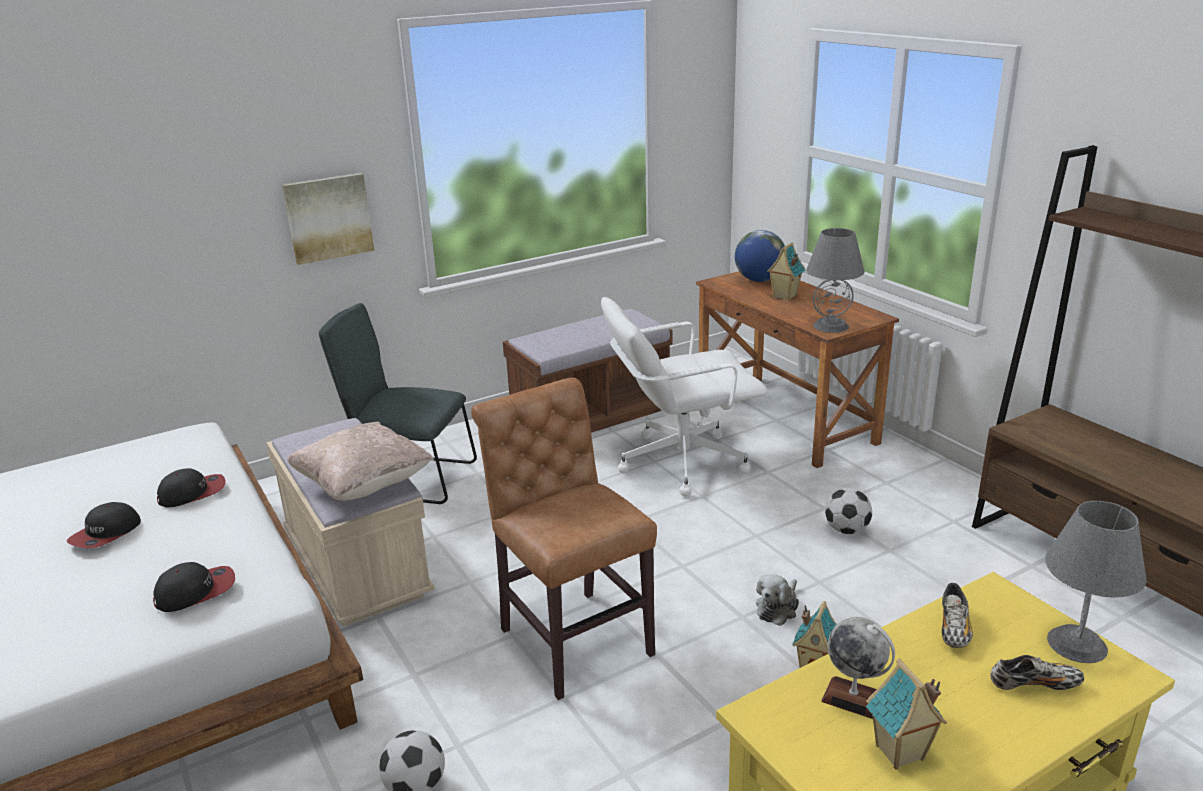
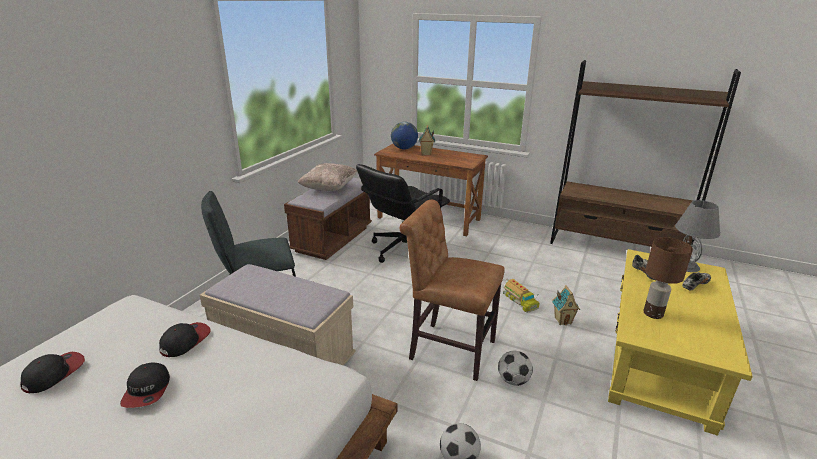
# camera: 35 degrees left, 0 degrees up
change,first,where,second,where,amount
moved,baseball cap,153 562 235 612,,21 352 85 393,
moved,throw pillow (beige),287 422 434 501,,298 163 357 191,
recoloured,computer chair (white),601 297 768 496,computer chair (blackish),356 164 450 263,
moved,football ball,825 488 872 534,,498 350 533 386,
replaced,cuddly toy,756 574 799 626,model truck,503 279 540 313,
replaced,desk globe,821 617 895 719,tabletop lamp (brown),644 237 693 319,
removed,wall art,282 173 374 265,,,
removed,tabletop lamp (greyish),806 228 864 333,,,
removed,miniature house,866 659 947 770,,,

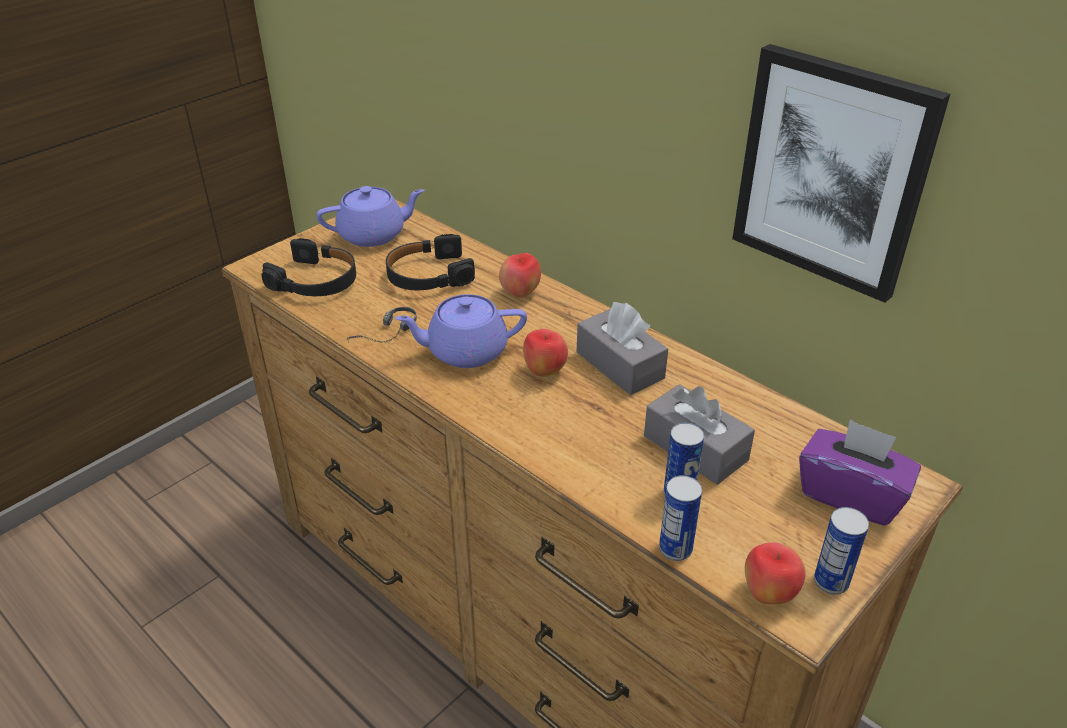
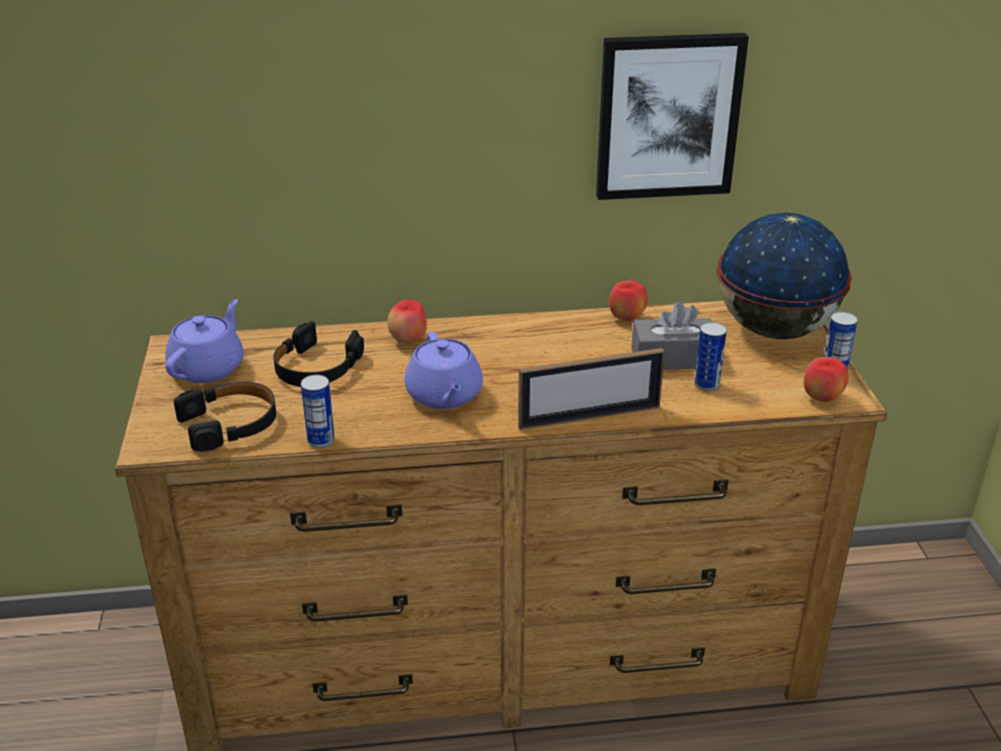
# camera: 50 degrees left, 5 degrees down
change,first,where,second,where,amount
moved,metal can,659 475 702 561,,301 375 335 448,
turned,pot for tea (purple-coloured),395 294 527 368,,405 332 483 409,45 degrees counterclockwise
added,,,standing frame,518 348 665 430,
moved,whole apple,523 329 568 377,,609 281 648 321,
replaced,tissue box (purple-coloured),799 419 921 526,desk globe,717 213 852 339,
removed,headphones,347 307 417 343,,,
removed,tissue box (greyish),577 302 668 395,,,

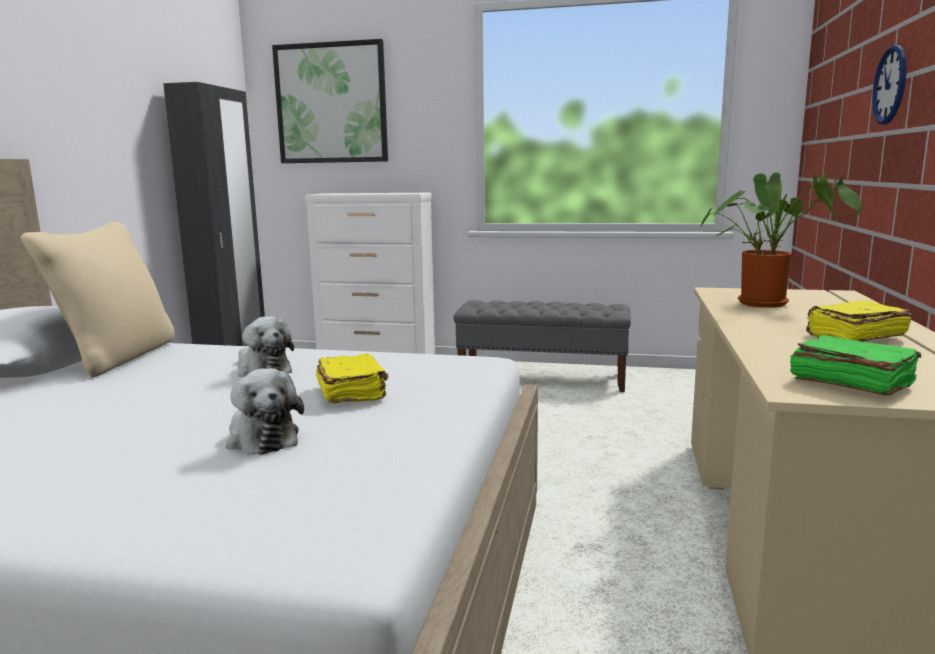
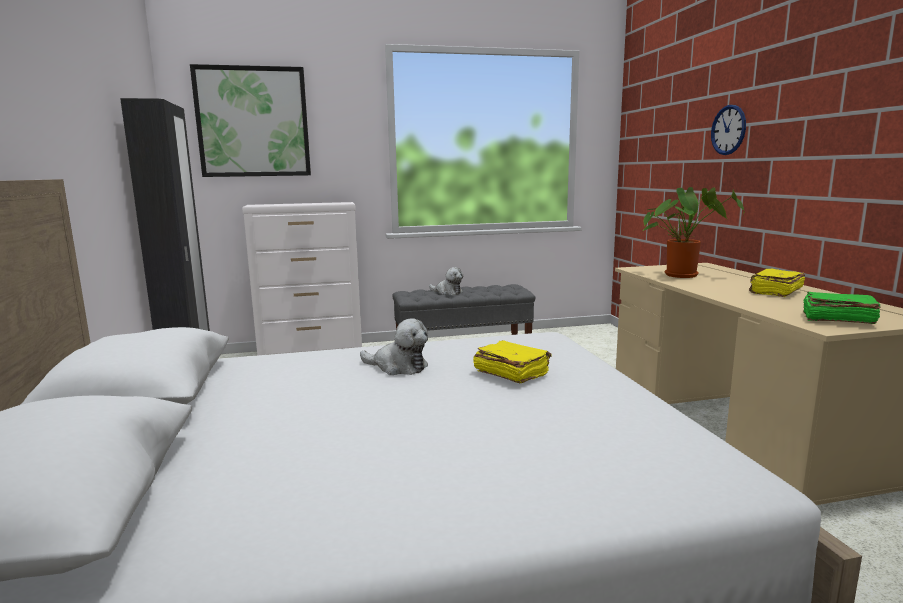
# camera: 25 degrees left, 0 degrees up
change,first,where,second,where,amount
moved,cuddly toy,226 368 304 455,,429 267 463 295,
removed,throw pillow (beige),21 222 174 377,,,

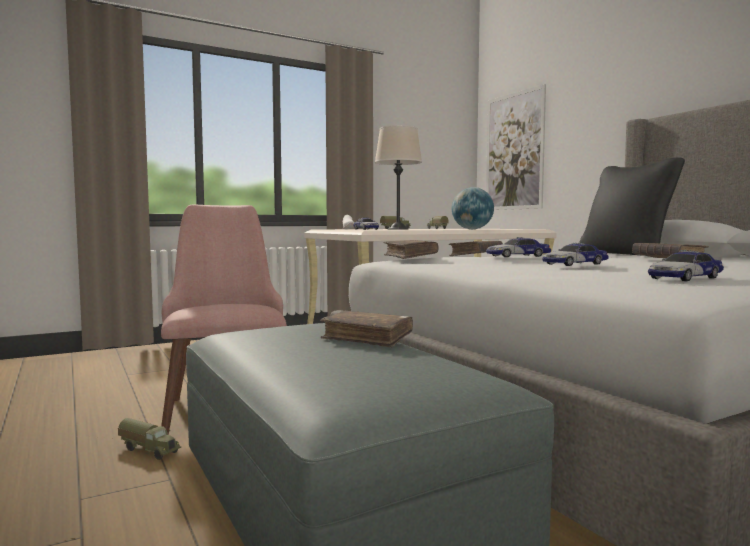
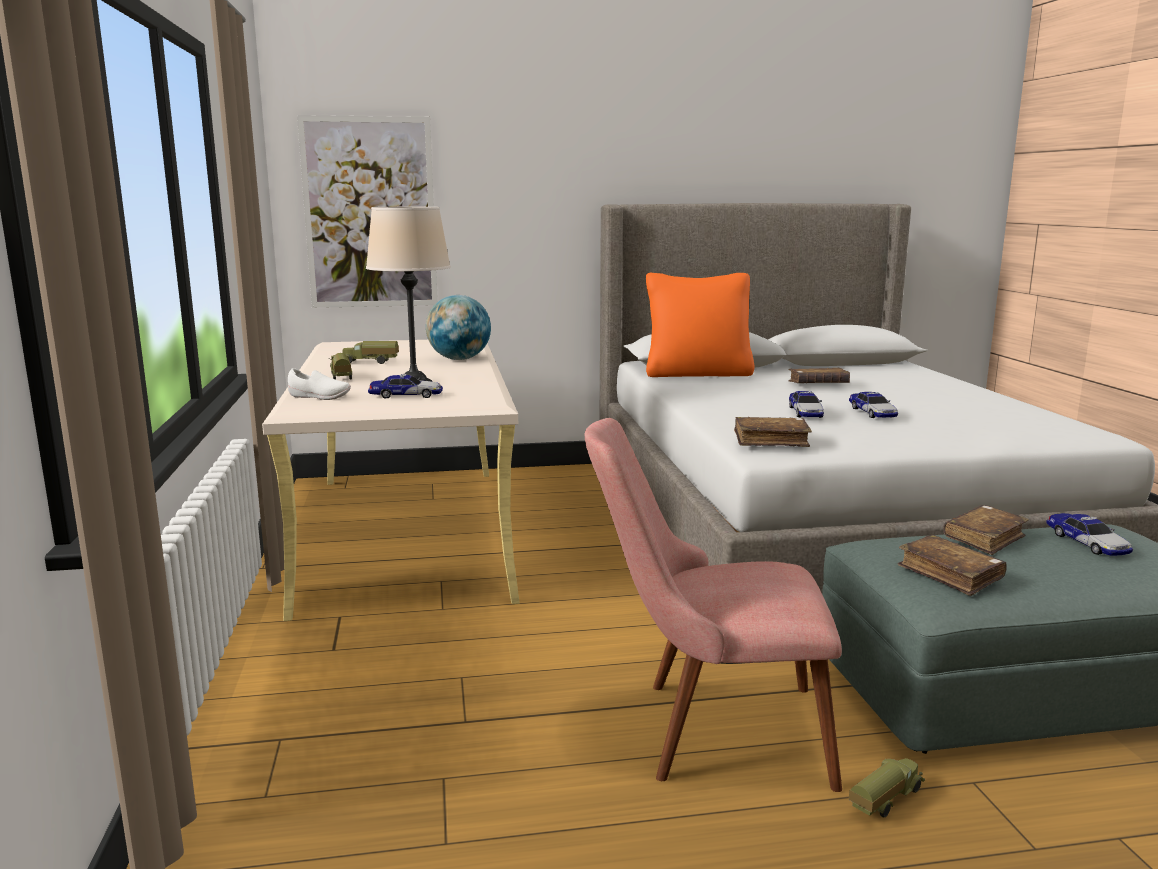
# camera: 70 degrees left, 10 degrees up
change,first,where,second,where,amount
recoloured,throw pillow (blackish),579 157 685 256,throw pillow (orange),646 273 755 377,
moved,volume (brown),449 241 503 256,,898 535 1007 596,
moved,miniature car,648 250 724 281,,1047 513 1133 555,

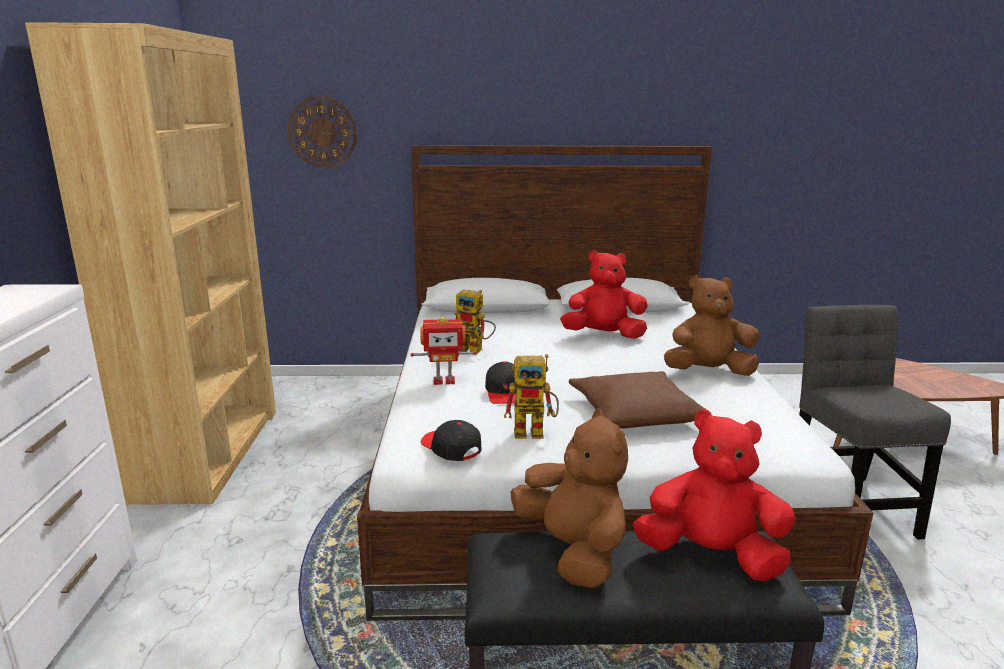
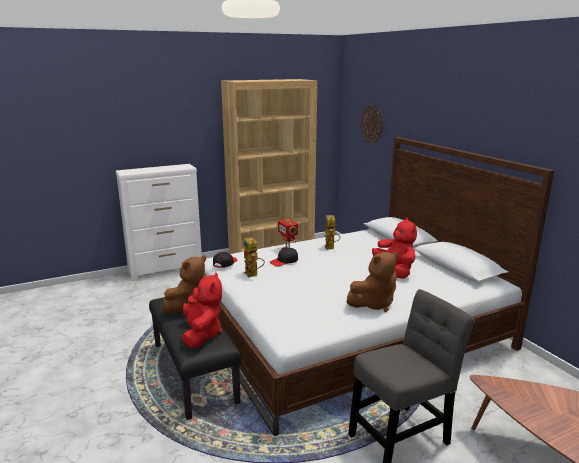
# camera: 65 degrees right, 0 degrees up
change,first,where,second,where,amount
turned,cuddly toy (brown),664 275 759 376,,347 252 399 312,90 degrees clockwise
removed,throw pillow (brown),569 371 711 429,,,

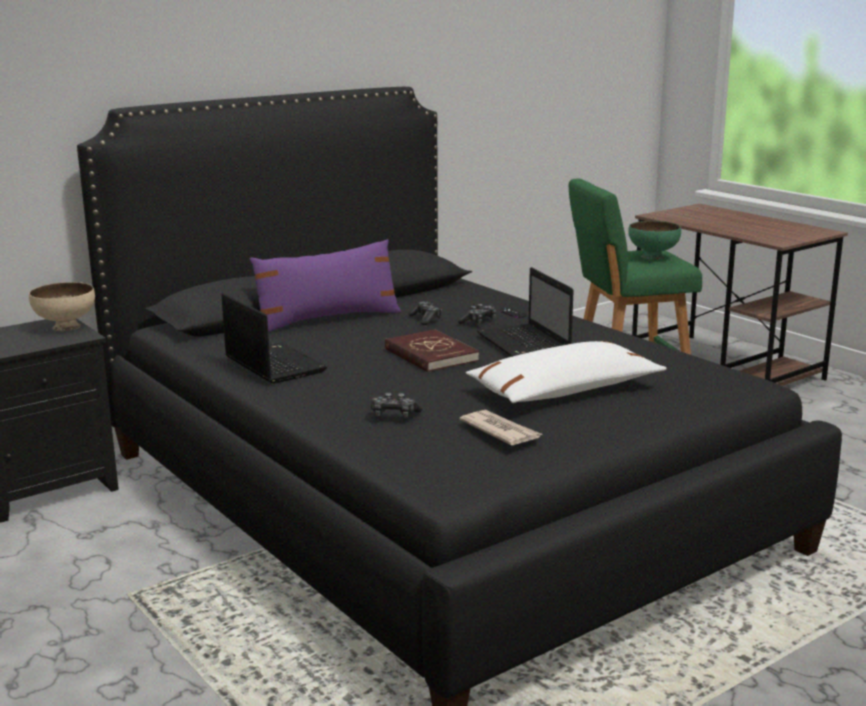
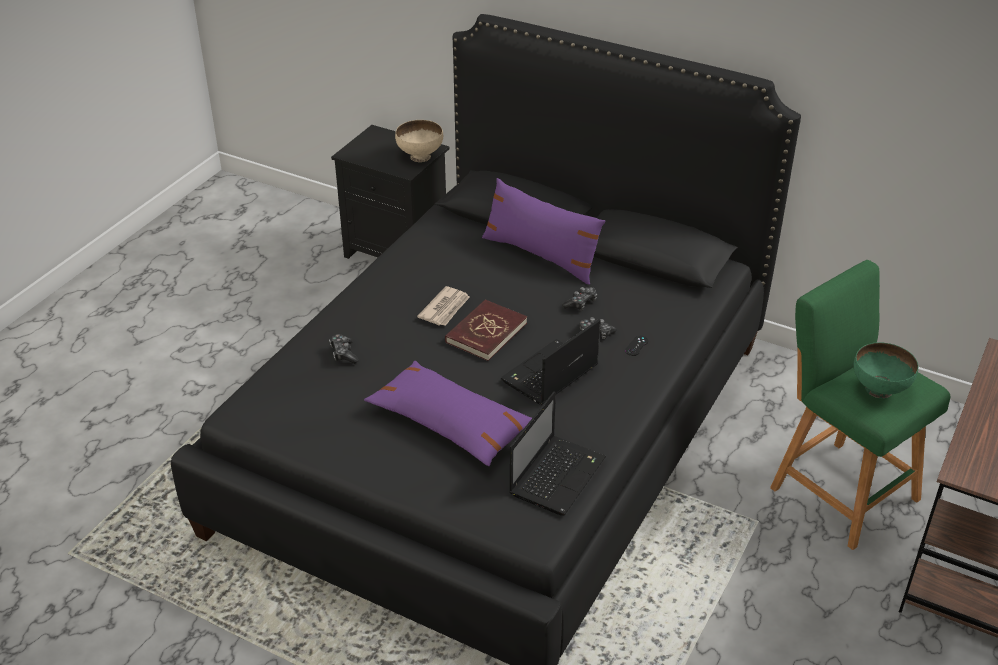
# camera: 65 degrees right, 20 degrees up
change,first,where,second,where,amount
recoloured,throw pillow (white),466 341 666 403,throw pillow (purple-coloured),364 361 532 466,
moved,newspaper,459 410 542 445,,417 286 470 326,
moved,notebook computer,221 293 327 384,,509 391 606 516,

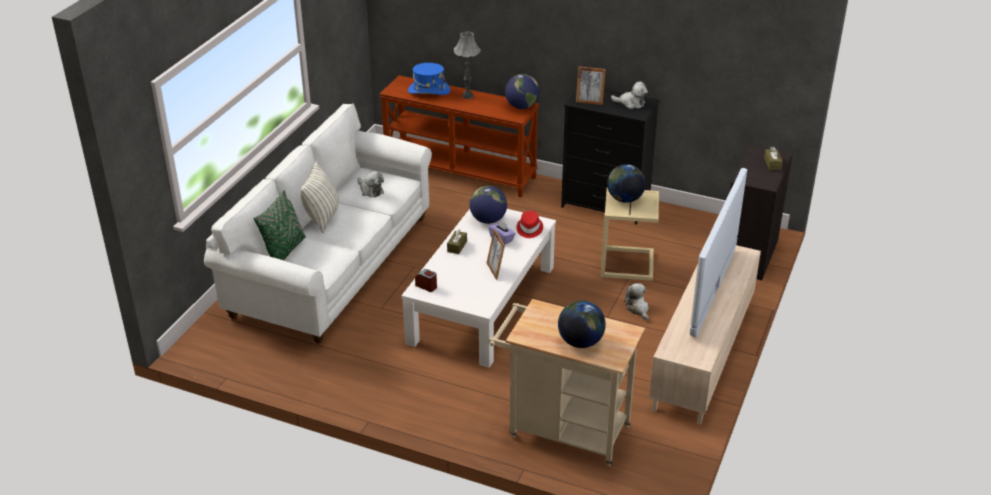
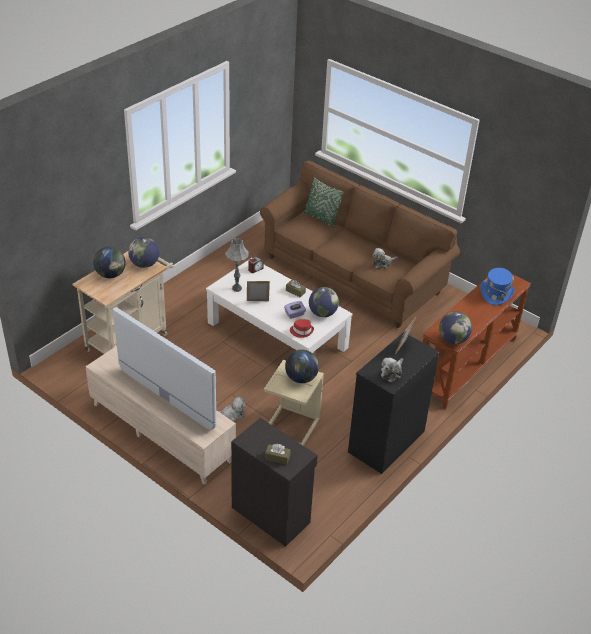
# camera: 105 degrees right, 5 degrees up
change,first,where,second,where,amount
added,,,desk globe,128 237 159 268,
moved,tabletop lamp (greyish),454 31 481 99,,225 238 249 292,
recoloured,couch (white),204 103 432 344,couch (brown),260 160 460 328,
removed,throw pillow,300 161 339 234,,,

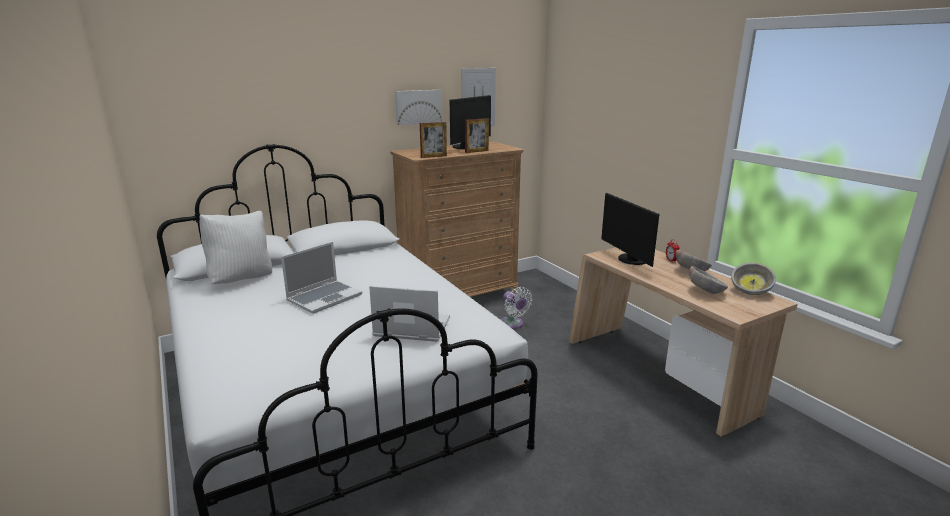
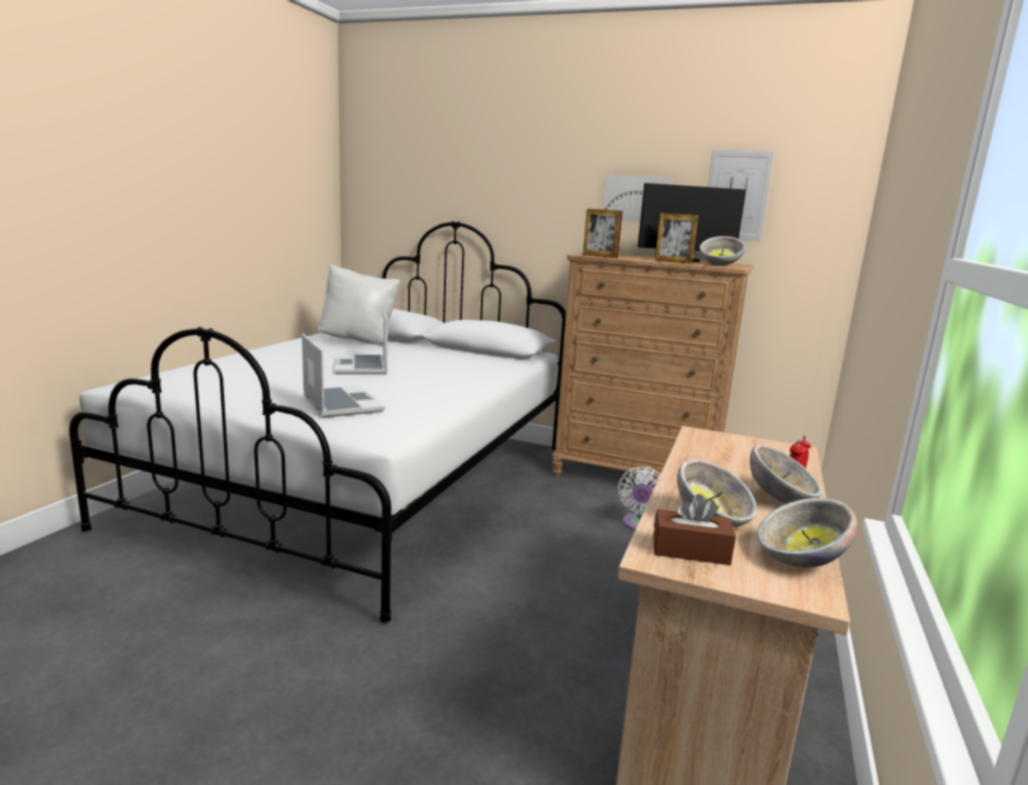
# camera: 50 degrees right, 5 degrees down
change,first,where,second,where,amount
turned,notebook computer,281 242 362 314,,335 310 388 374,75 degrees clockwise
added,,,tissue box (brown),653 494 736 565,
added,,,bowl,700 236 745 266,
removed,computer screen,601 193 659 267,,,

